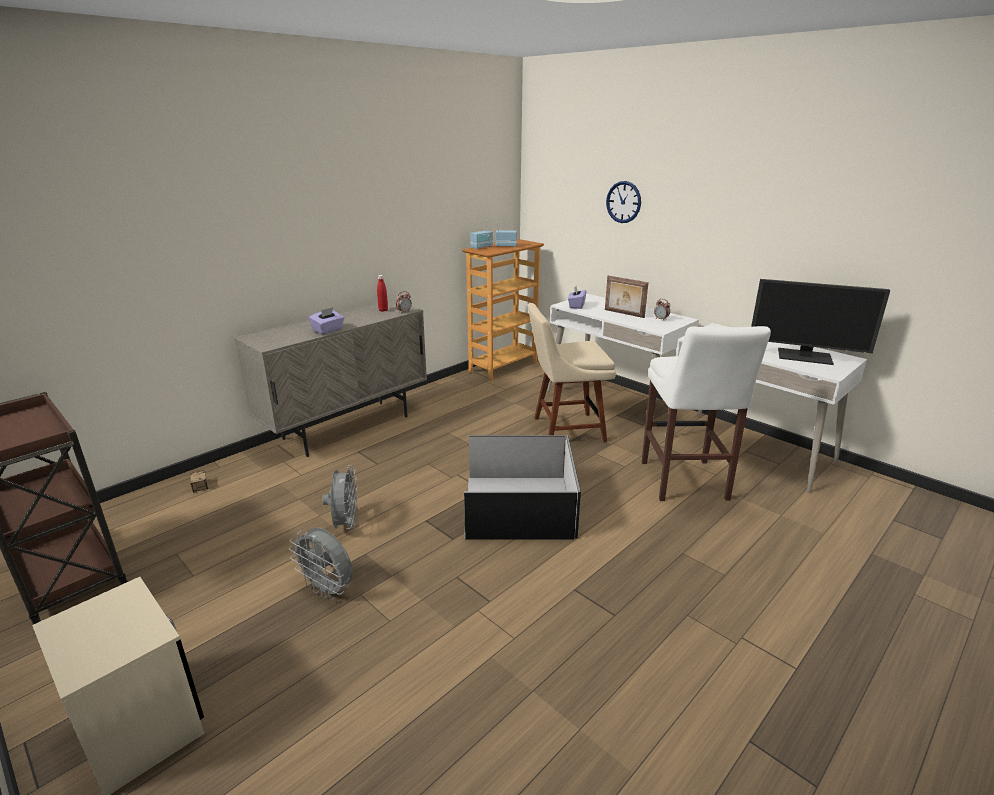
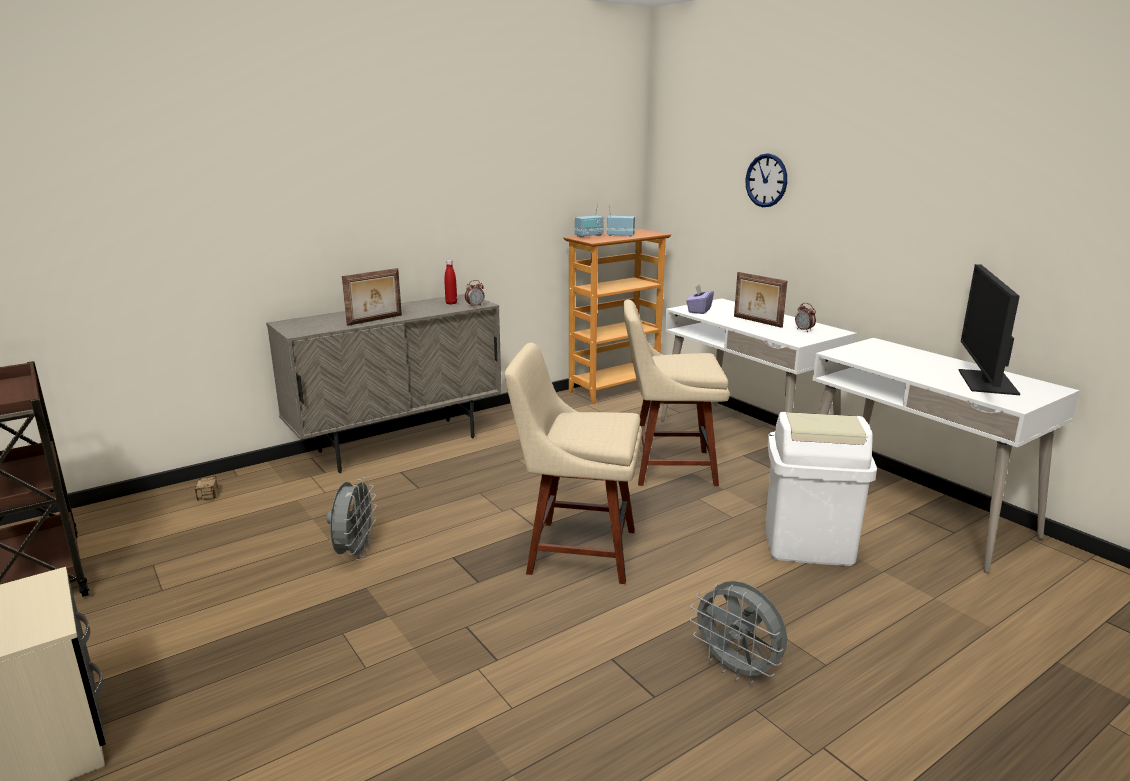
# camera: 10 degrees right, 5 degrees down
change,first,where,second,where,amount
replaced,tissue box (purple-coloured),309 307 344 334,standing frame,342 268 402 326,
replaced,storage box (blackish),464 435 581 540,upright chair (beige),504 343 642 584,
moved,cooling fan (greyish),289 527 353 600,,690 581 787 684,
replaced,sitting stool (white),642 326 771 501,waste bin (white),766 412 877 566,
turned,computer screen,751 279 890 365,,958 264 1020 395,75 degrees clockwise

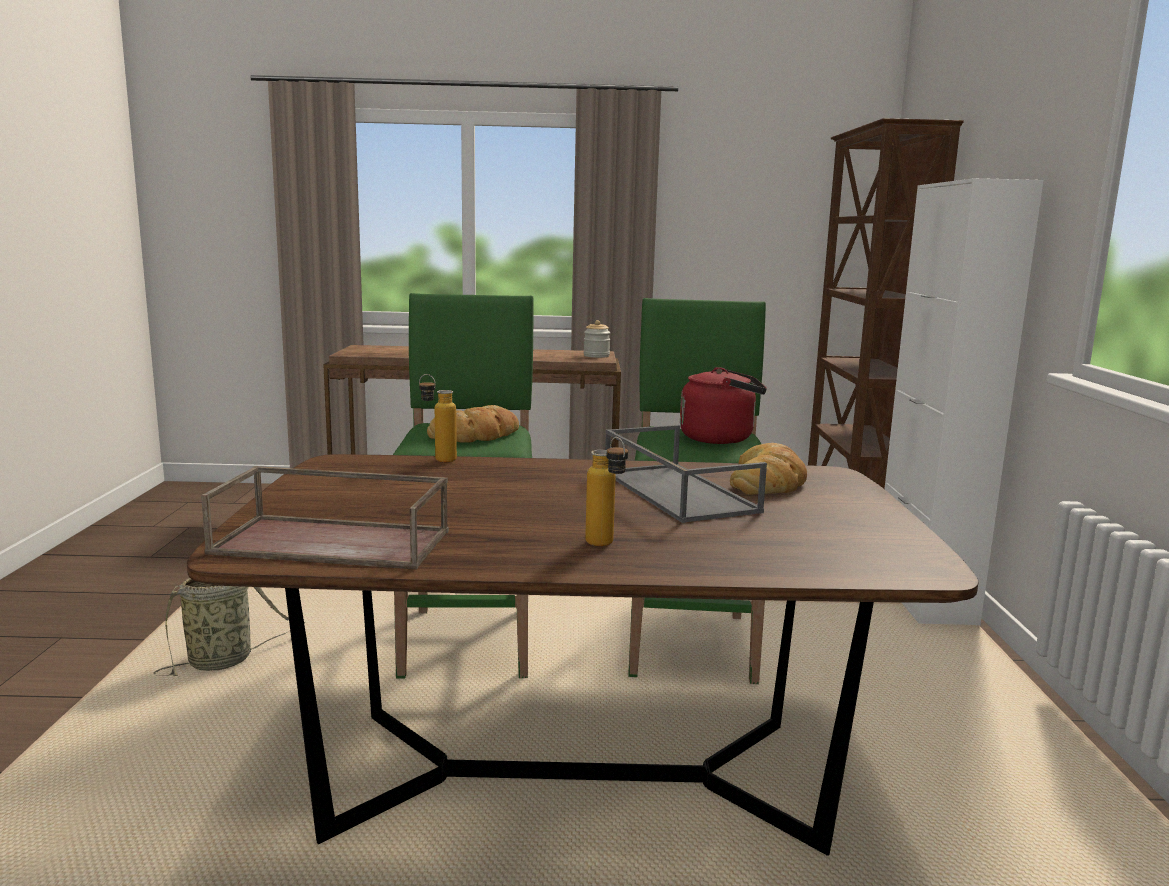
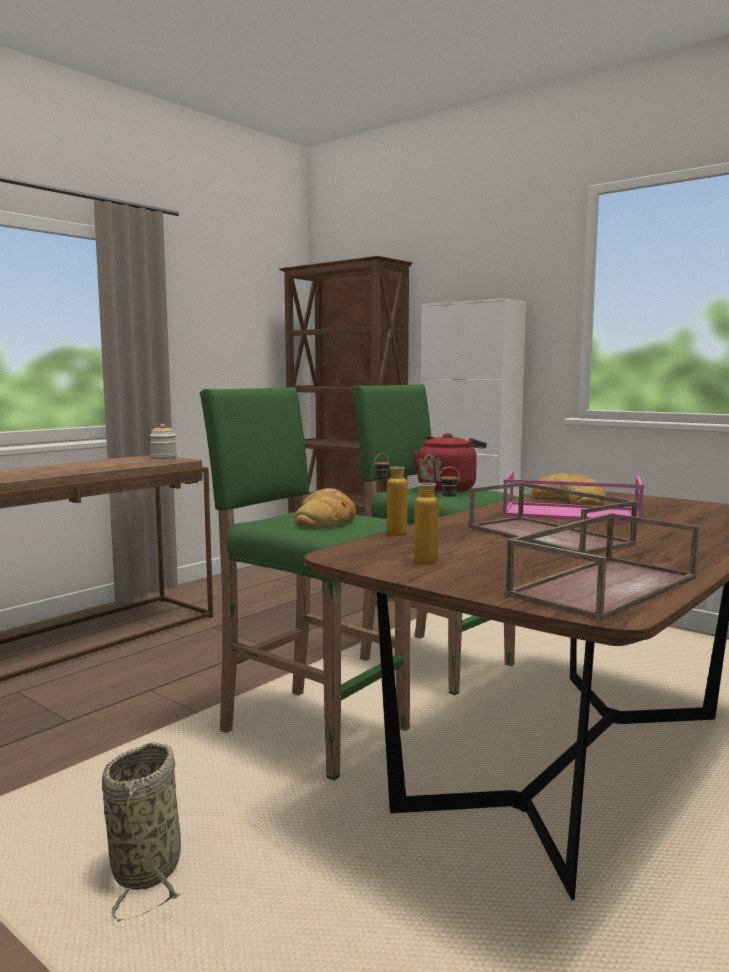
# camera: 50 degrees left, 5 degrees down
change,first,where,second,where,amount
moved,bottle,585 437 628 546,,414 467 460 564,
added,,,serving tray (brown),469 482 639 554,
recoloured,serving tray (greyish),605 425 767 523,serving tray (pinkish),502 471 644 524,

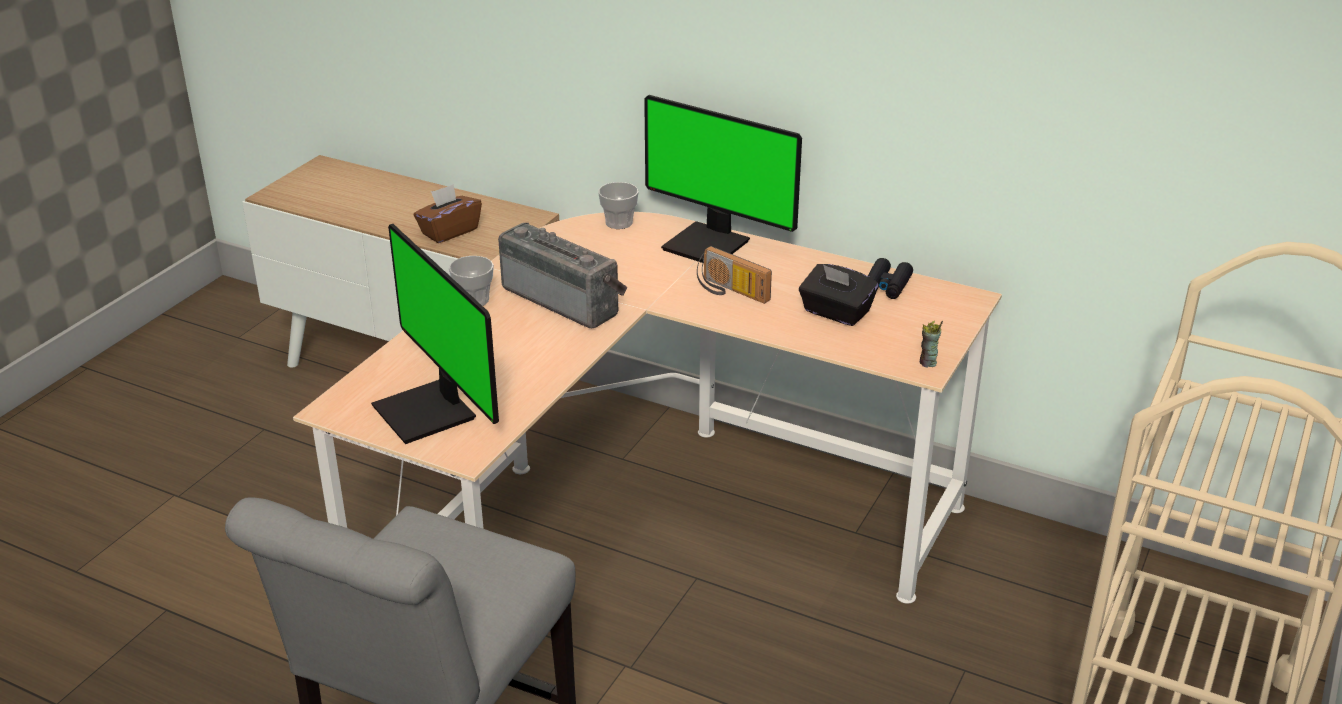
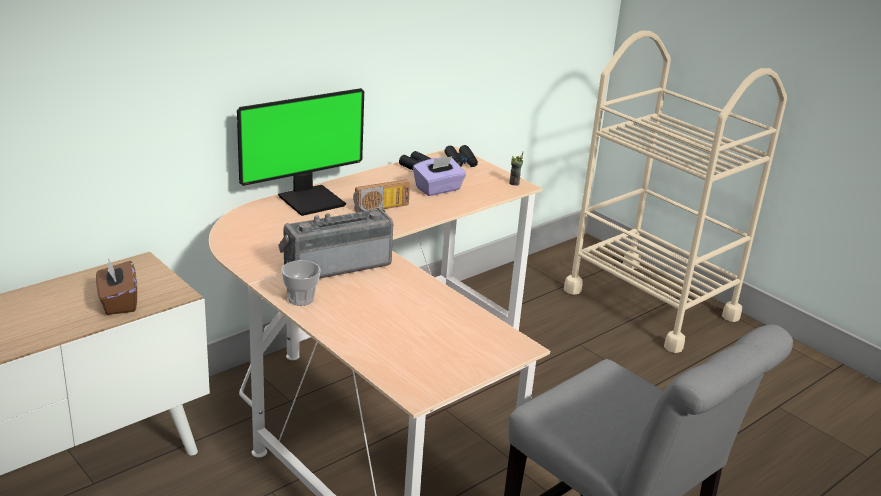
# camera: 70 degrees left, 5 degrees down
change,first,where,second,where,amount
recoloured,tissue box (blackish),799 264 878 326,tissue box (purple-coloured),413 156 466 196,
added,,,pair of binoculars (blackish),445 145 478 167,
removed,computer screen,371 224 499 444,,,
removed,small cup,598 182 639 229,,,

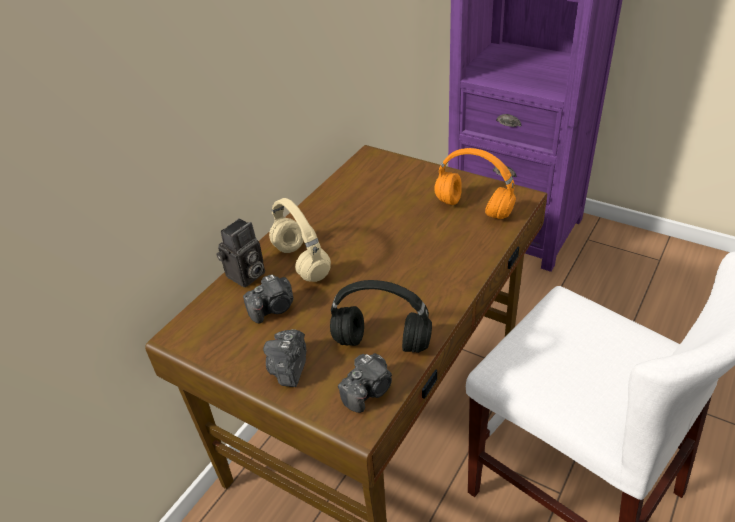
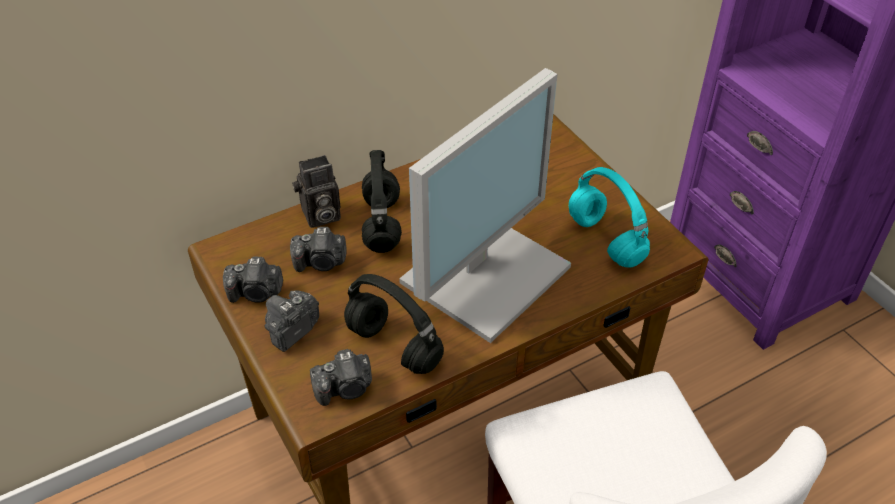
# camera: 25 degrees right, 5 degrees up
change,first,where,second,where,amount
added,,,photo camera,223 257 283 303,
recoloured,headphones (beige),269 198 331 282,headphones (blackish),362 150 402 253,
added,,,computer screen,399 68 571 343,
recoloured,headphones (orange),434 148 516 219,headphones (blue-green),569 167 650 267,

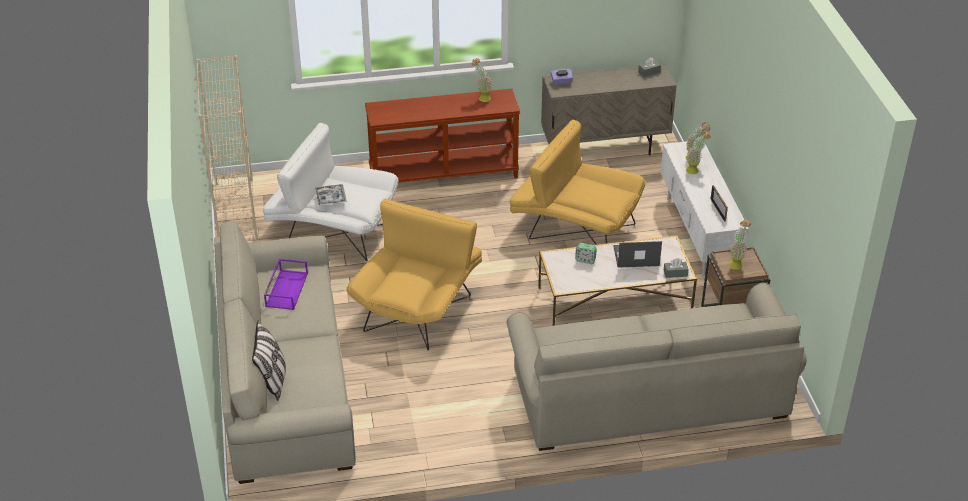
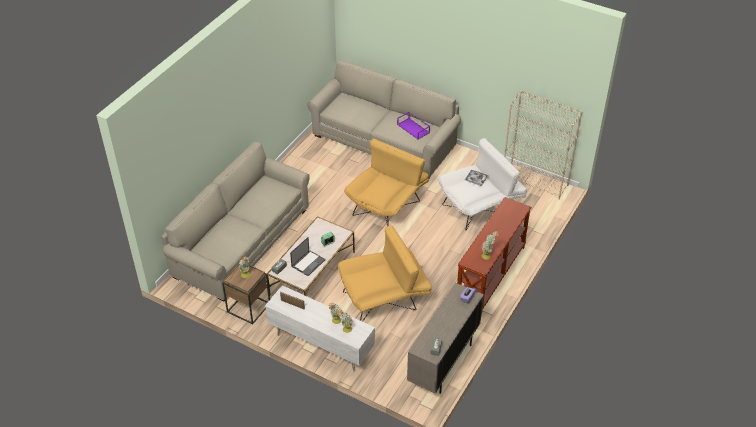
# camera: 130 degrees right, 5 degrees up
change,first,where,second,where,amount
turned,lounge chair (yellowish),346 198 482 351,,344 139 429 226,120 degrees counterclockwise
removed,throw pillow,252 320 286 401,,,

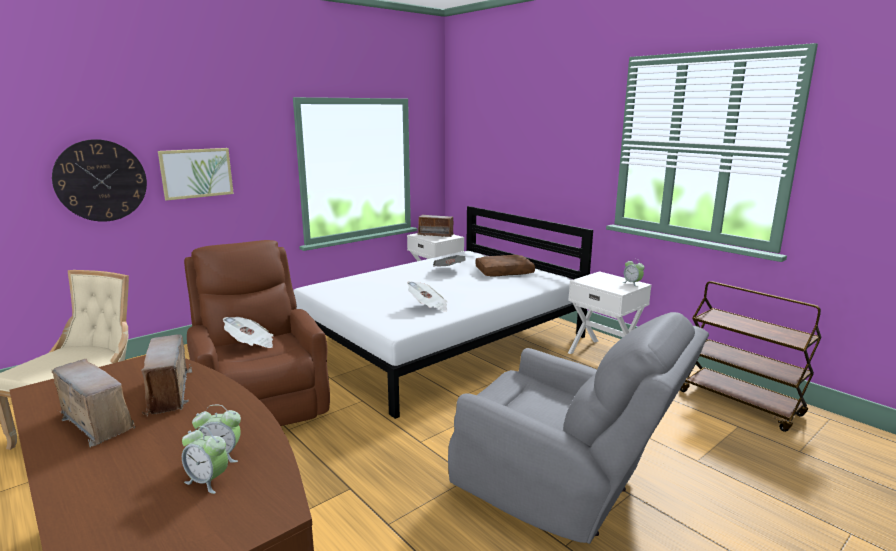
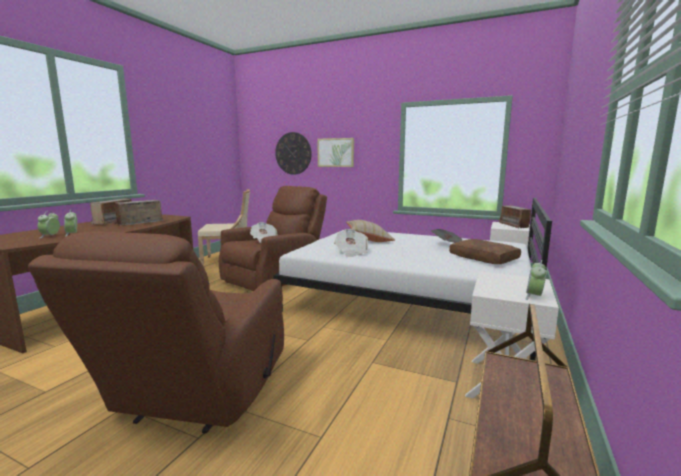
# camera: 65 degrees right, 5 degrees down
change,first,where,second,where,amount
recoloured,lounge chair (greyish),448 312 709 544,lounge chair (brown),28 232 284 434,
added,,,throw pillow (beige),346 220 395 242,

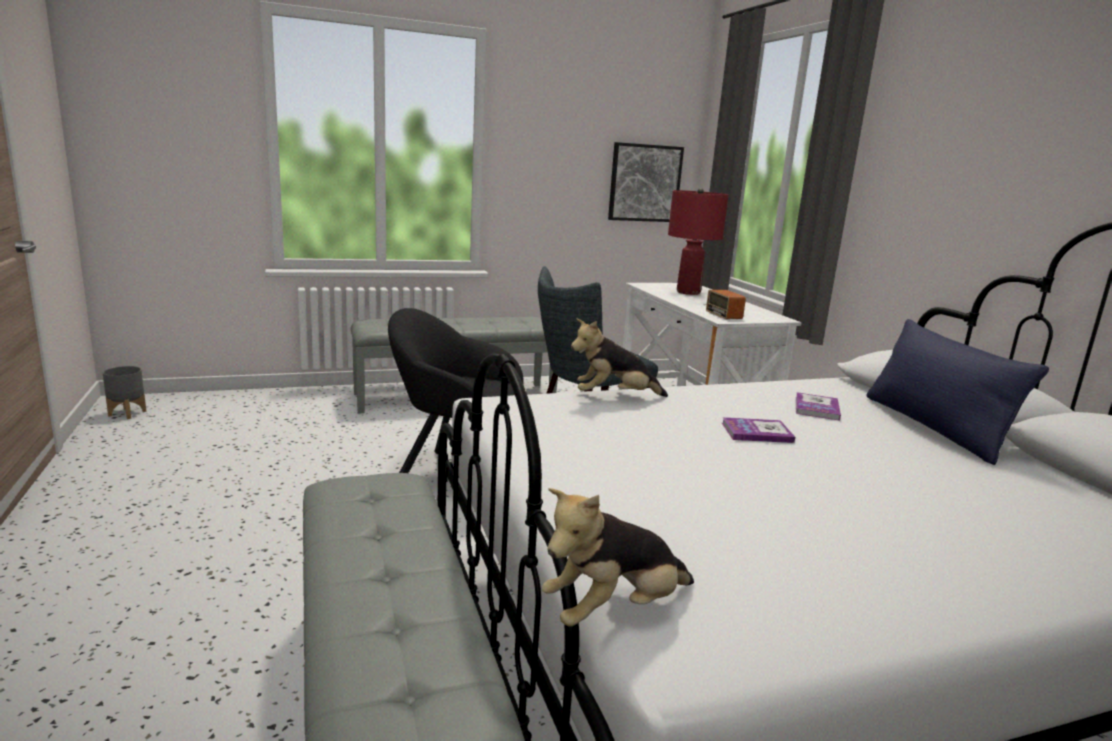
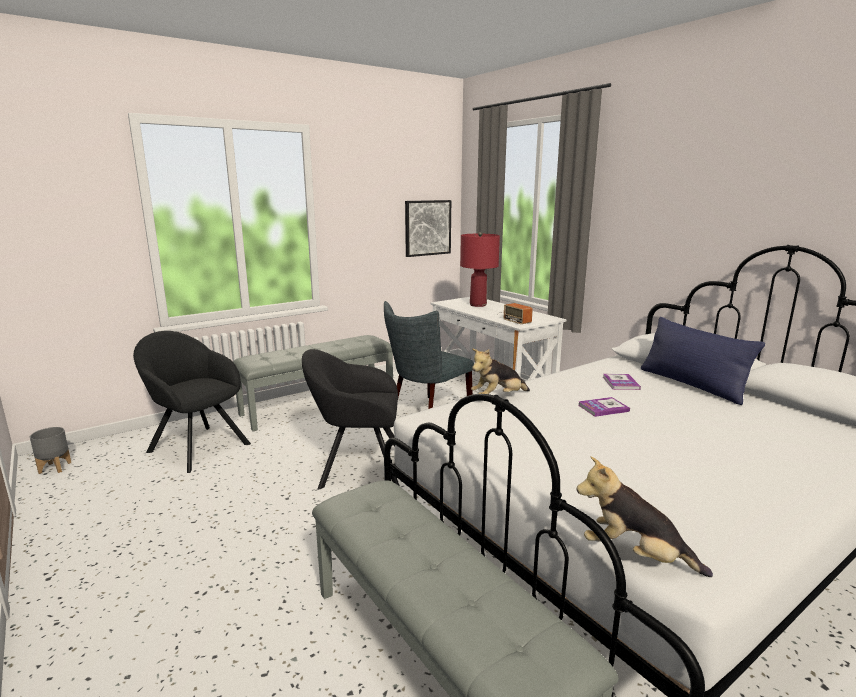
# camera: 15 degrees left, 0 degrees up
change,first,where,second,where,amount
added,,,lounge chair (blackish),133 331 251 473,
turned,cuddly toy,542 488 694 627,,576 456 713 577,75 degrees clockwise

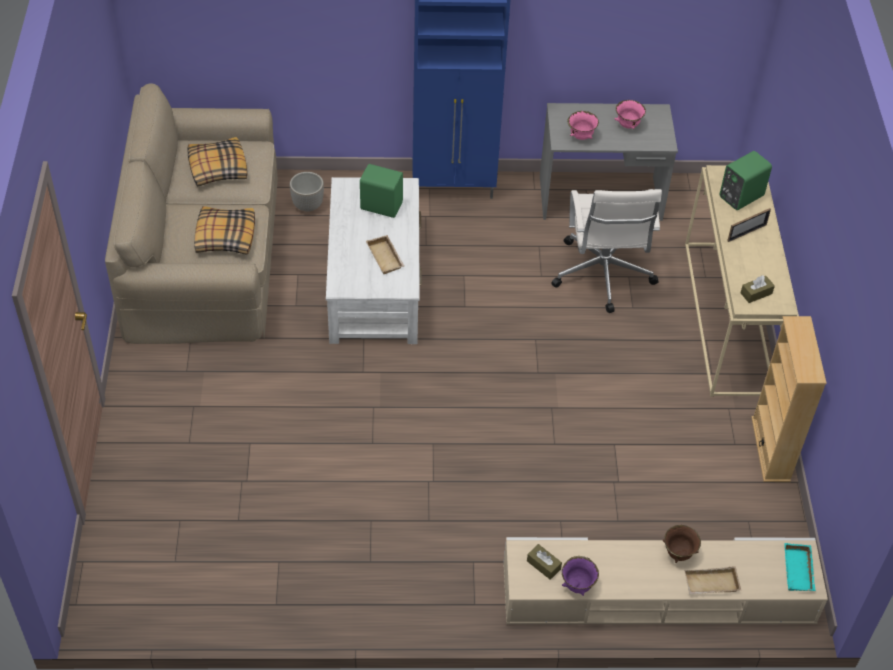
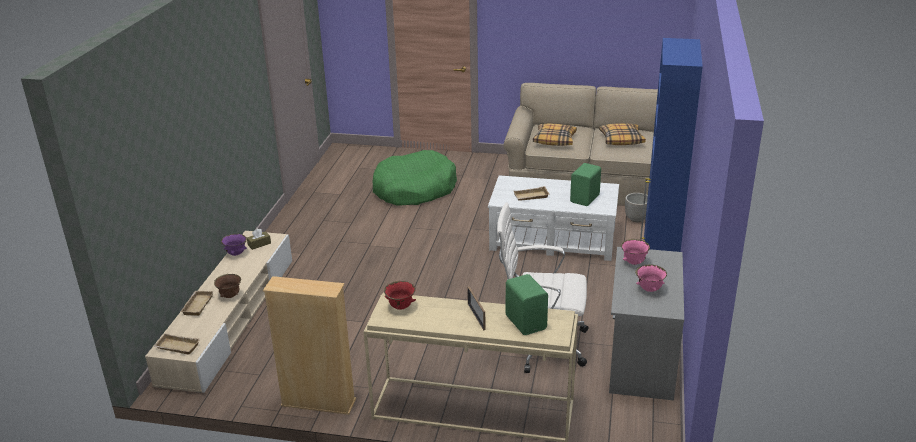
# camera: 105 degrees right, 20 degrees down
change,first,where,second,where,amount
recoloured,serving tray (blue-green),784 543 816 591,serving tray (beige),153 333 200 355,
added,,,dog bed (greenish),372 150 457 206,
replaced,tissue box (brown),741 275 775 303,bowl (red-coloured),384 281 416 310,

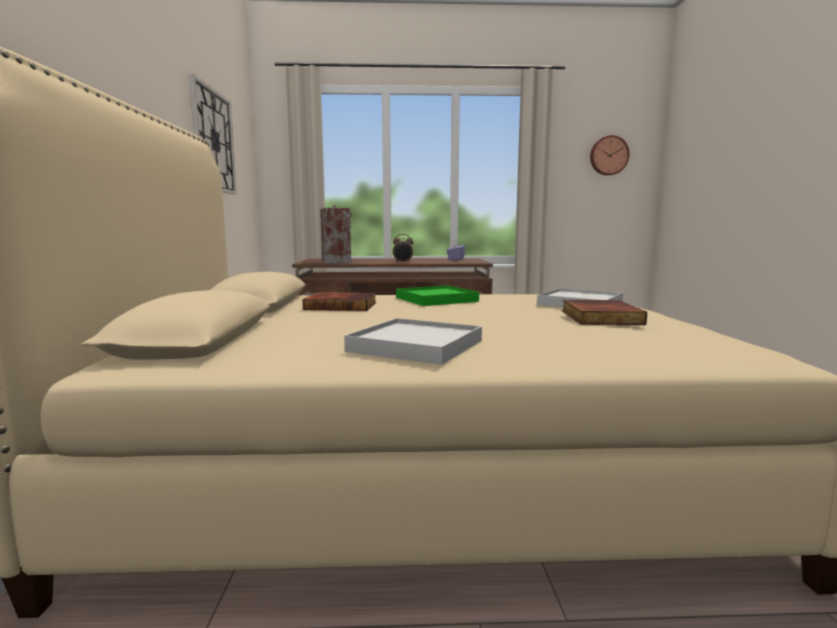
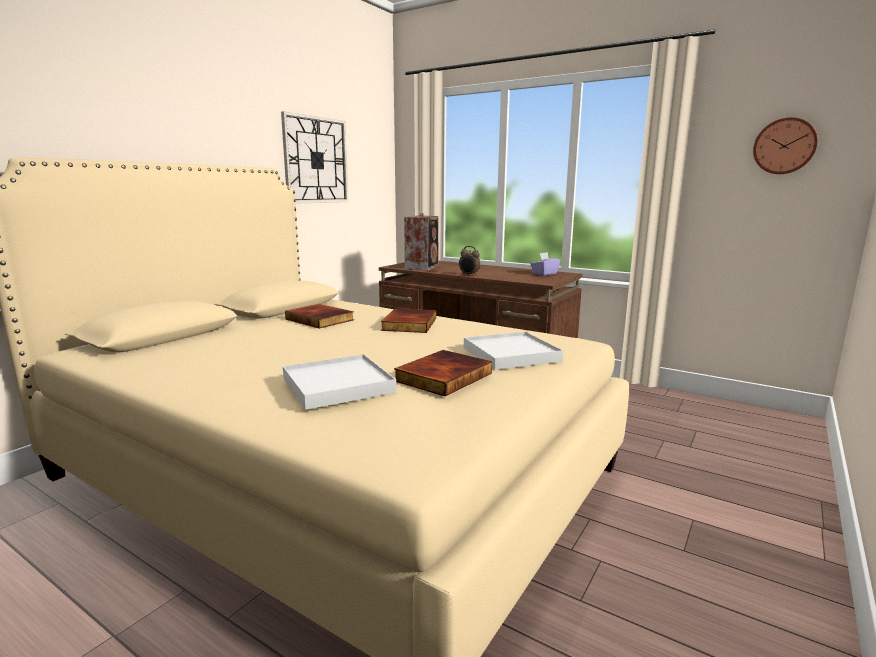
# camera: 35 degrees right, 5 degrees up
change,first,where,second,where,amount
moved,serving tray (white),344 318 482 365,,283 354 396 410,
replaced,serving tray (greenish),396 285 479 306,volume,381 309 436 333,

